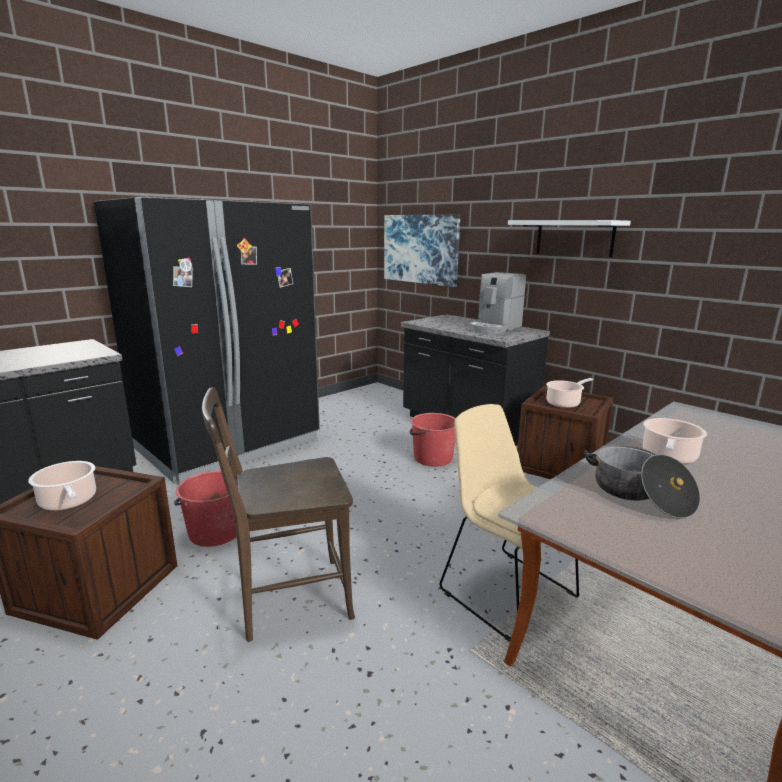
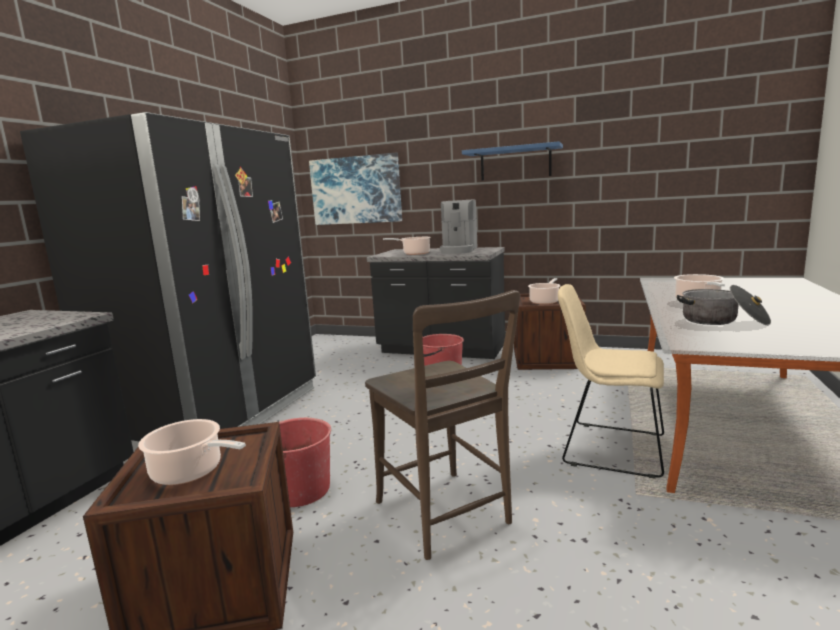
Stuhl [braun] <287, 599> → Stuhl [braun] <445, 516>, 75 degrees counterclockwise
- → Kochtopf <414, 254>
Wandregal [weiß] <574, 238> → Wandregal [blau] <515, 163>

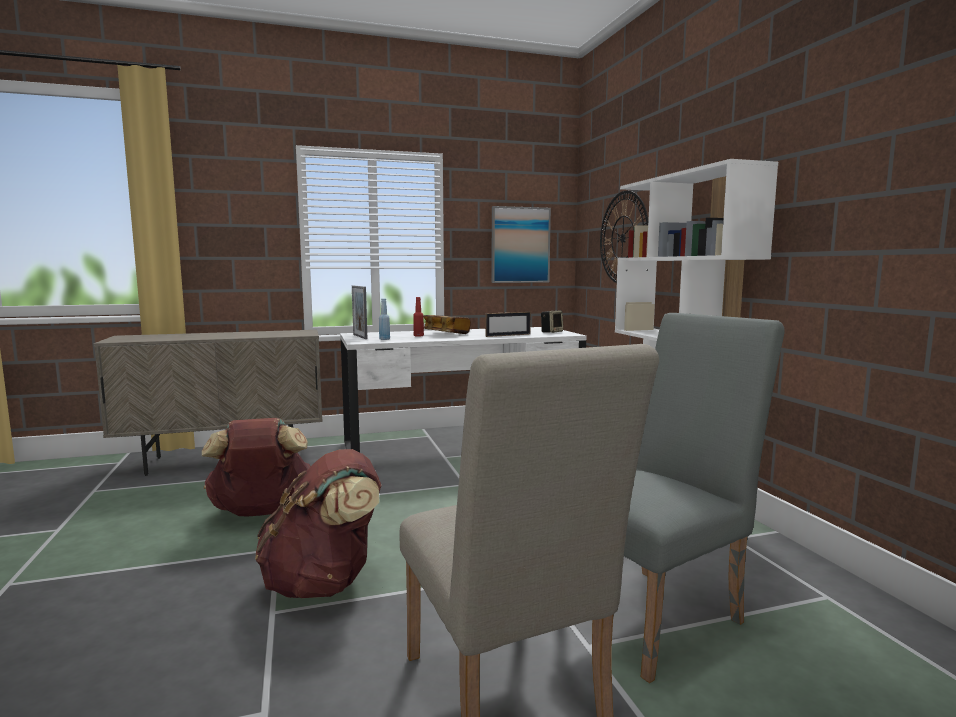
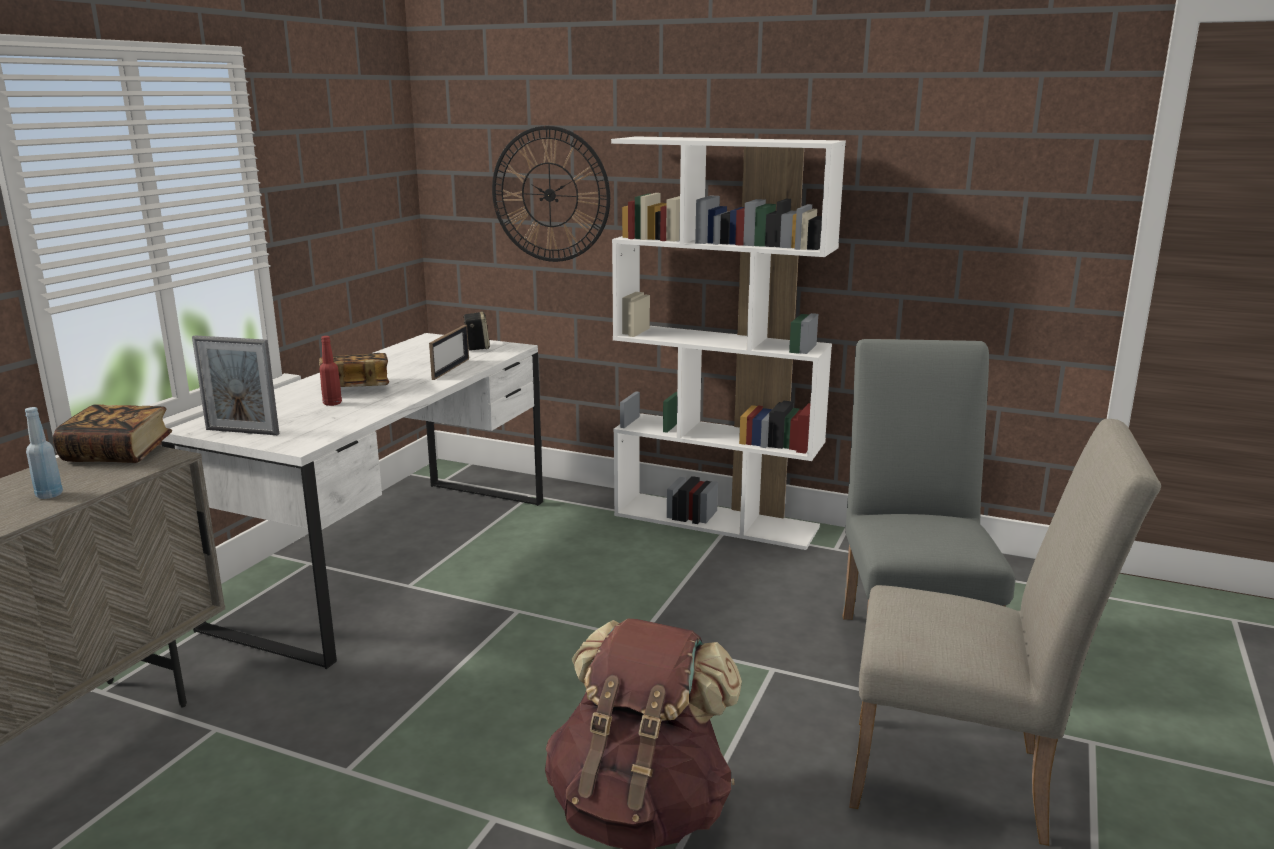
Flasche [blau] <384, 339> → Flasche [blau] <49, 495>, relocated
- → Buch <118, 453>
Rucksack [braun] <262, 512> → -
Bild <520, 245> → -

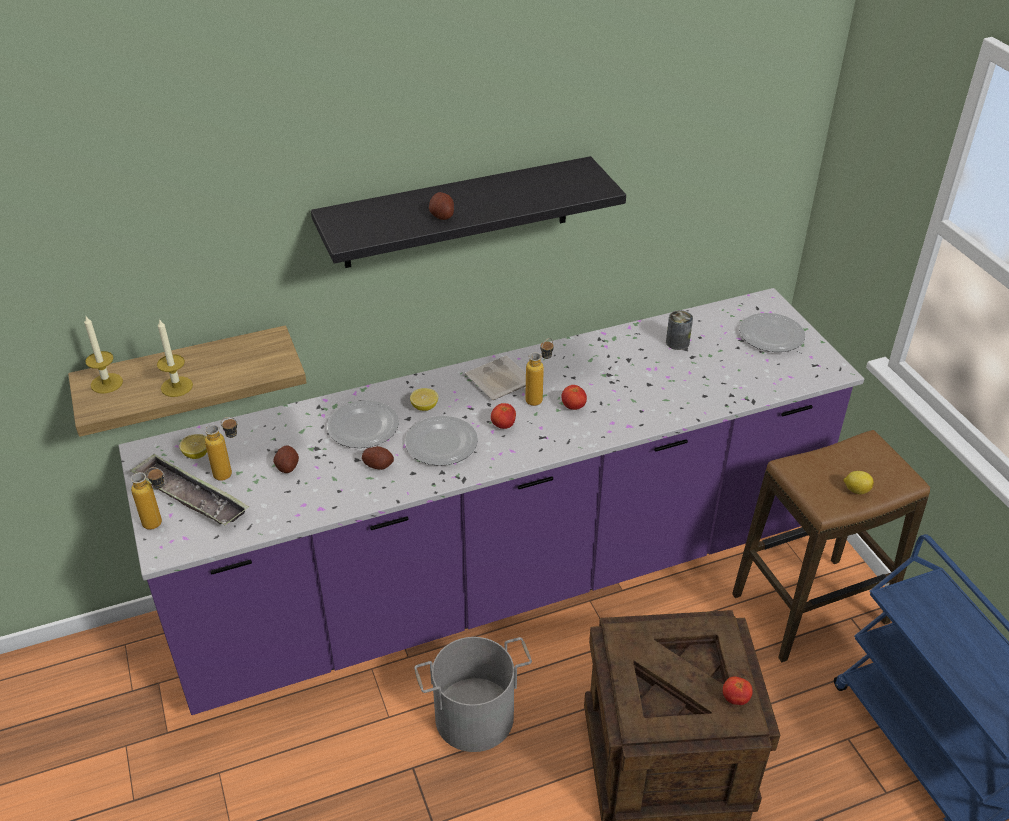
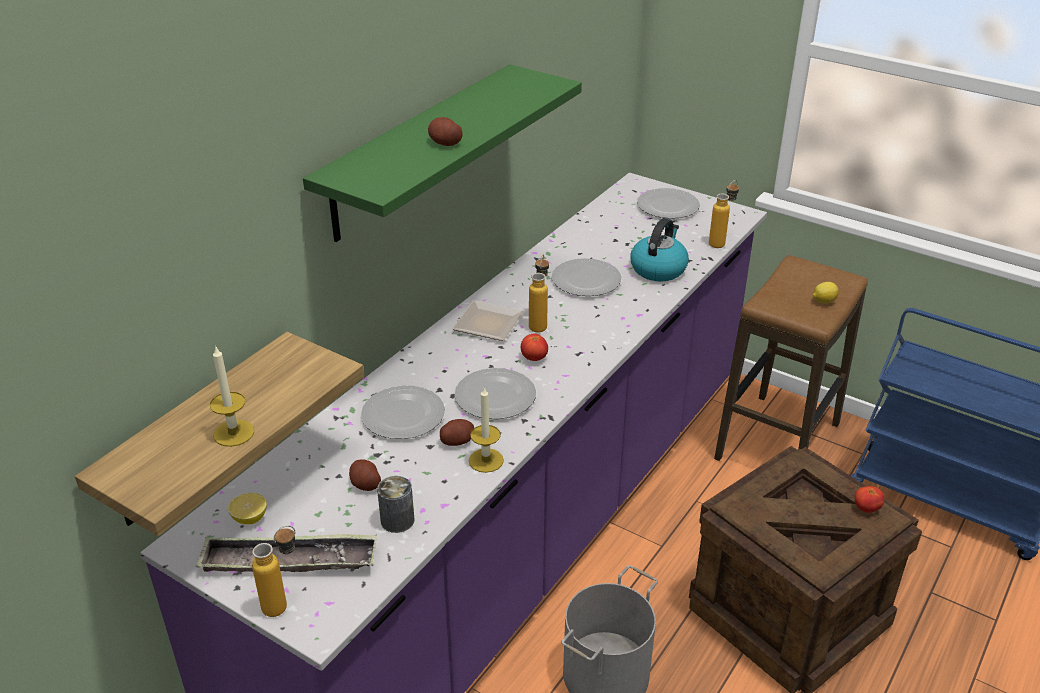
Wandregal [schwarz] <456, 213> → Wandregal [grün] <418, 151>
Dose <677, 342> → Dose <397, 520>, relocated
Kerze <106, 383> → Kerze <486, 460>, relocated
- → Teller <586, 280>
- → Wasserkessel <658, 268>
Flasche <230, 474> → Flasche <721, 242>, relocated
Zitrone <424, 407> → -
Tomate <573, 406> → -

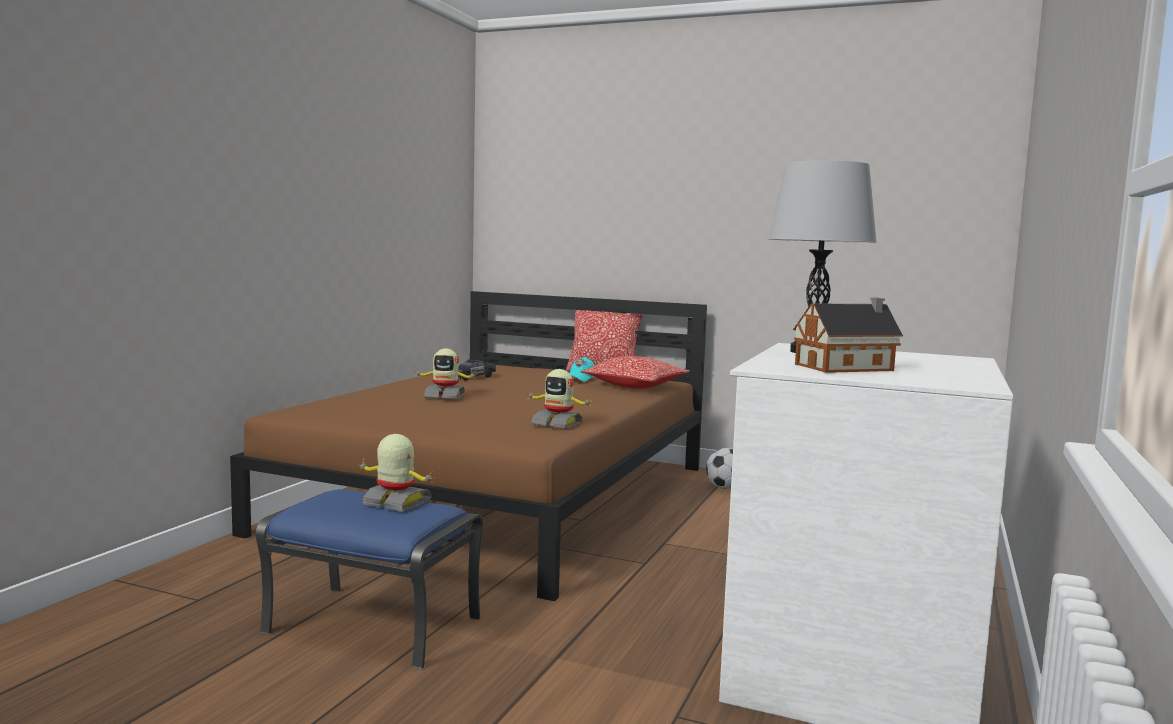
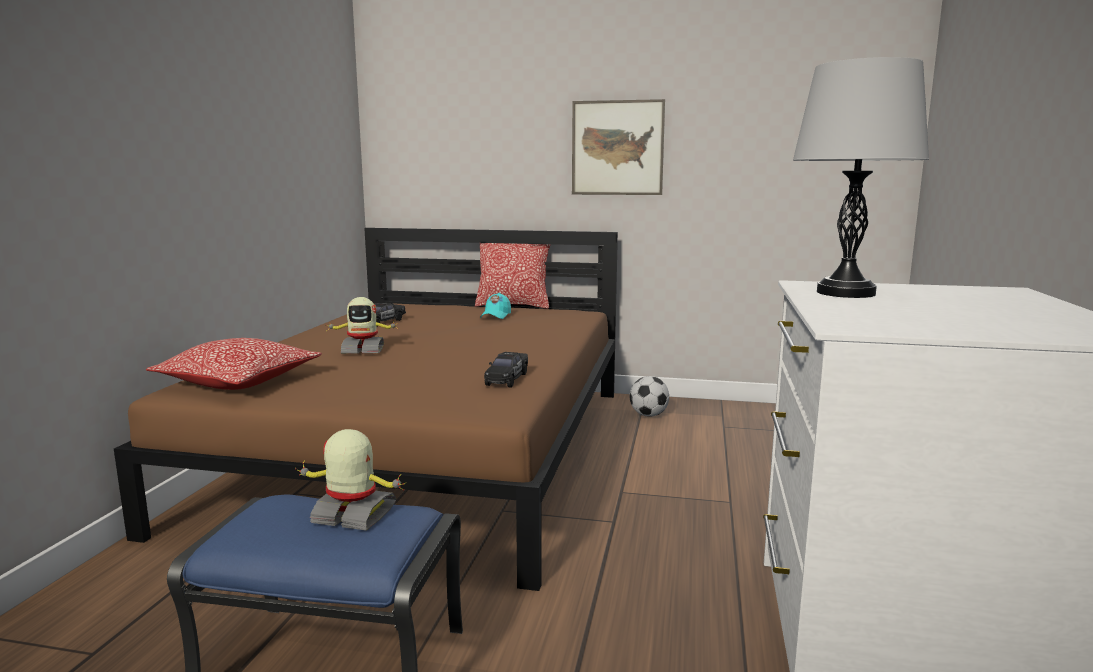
Kissen <635, 386> → Kissen <239, 382>, relocated
Spielzeugroboter <557, 424> → Spielzeugauto [schwarz] <507, 379>
- → Bild <617, 148>
Spielzeughaus <848, 367> → -

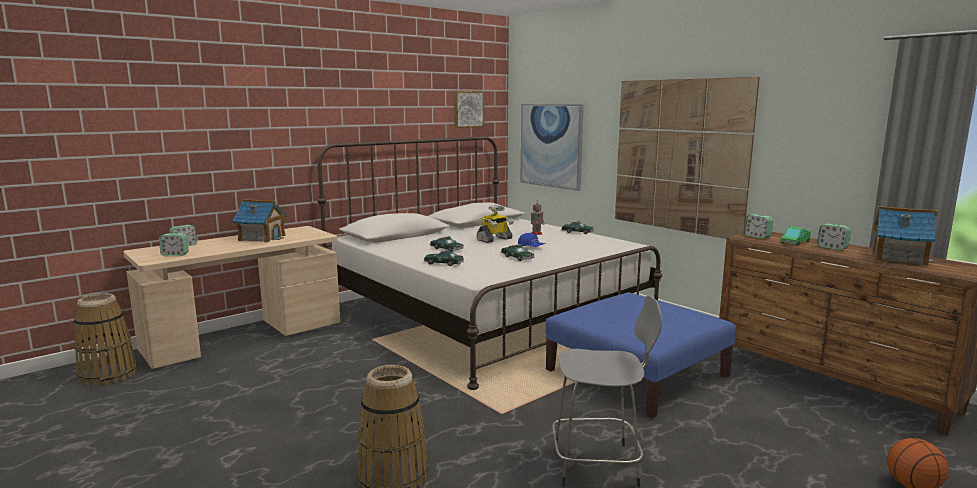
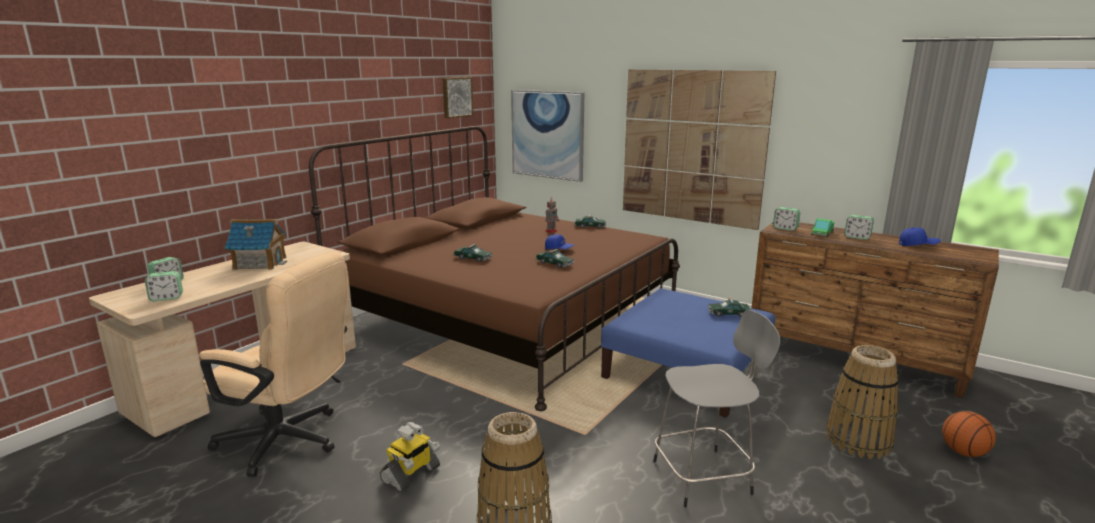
- → Bürostuhl [beige] <289, 442>
Bett [weiß] <486, 313> → Bett [braun] <507, 318>
Spielzeugroboter <494, 239> → Spielzeugroboter <411, 475>, relocated
Spielzeugauto <443, 263> → Spielzeugauto <729, 314>, relocated
Korb <108, 375> → Korb <858, 440>, relocated
Spielzeughaus <898, 258> → Kappe [blau] <917, 245>

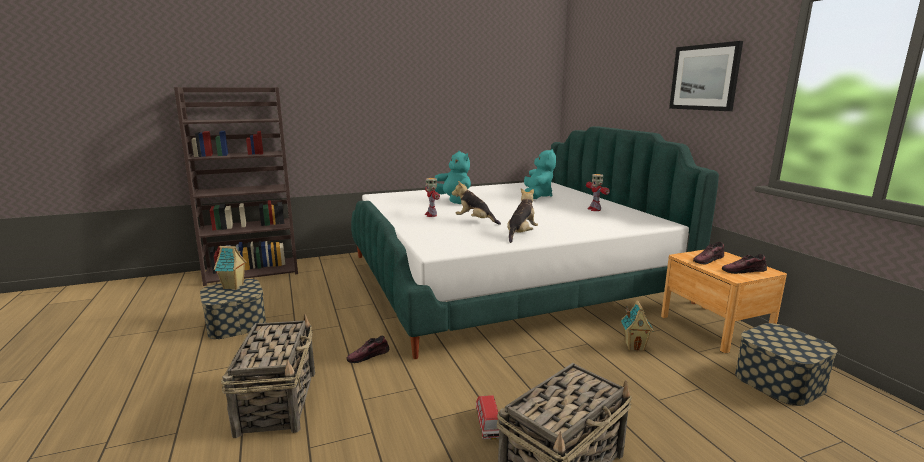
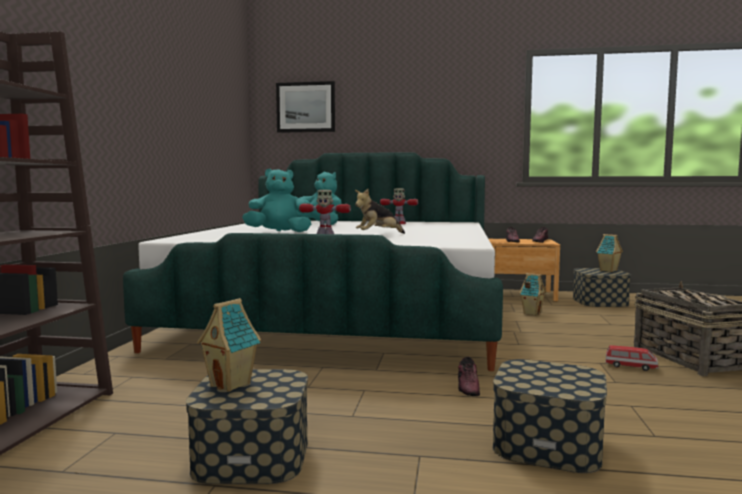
Bild <704, 77> → Bild <305, 107>, relocated
Korb <278, 401> → Aufbewahrungsbox <547, 443>
- → Spielzeughaus <608, 270>
Plüschtier <521, 234> → -

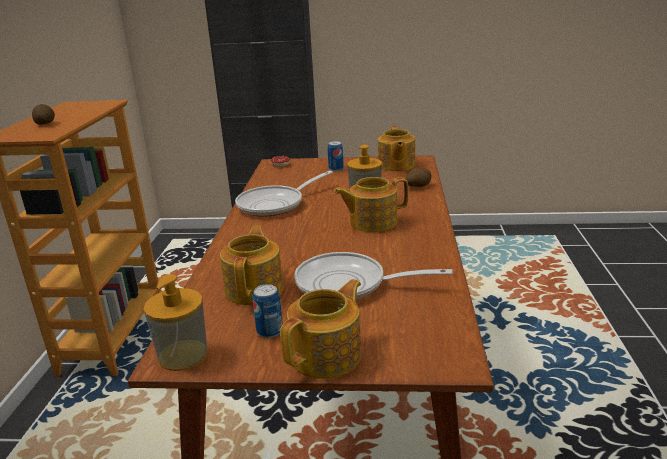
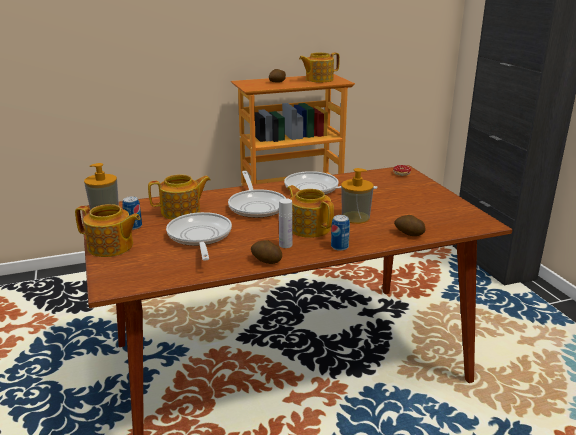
- → Pfanne <256, 206>
- → Kartoffel <266, 261>
- → Flasche [weiß] <285, 245>
Teekanne <396, 165> → Teekanne <318, 79>, relocated
Dose <336, 169> → Dose <339, 247>, relocated

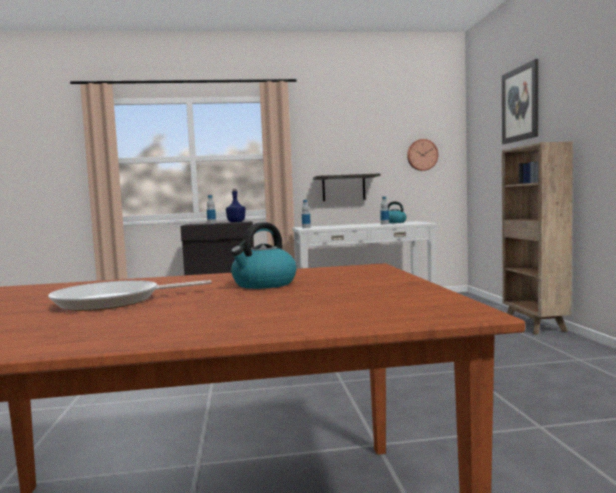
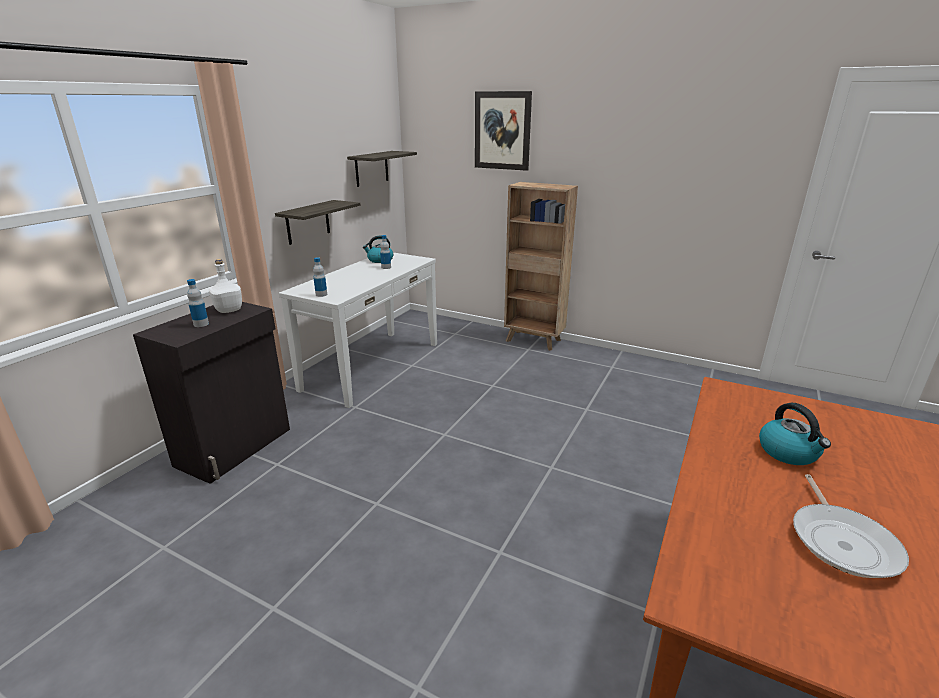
Flasche [blau] <236, 222> → Flasche [weiß] <229, 310>
Wanduhr <422, 155> → Wandregal <371, 168>

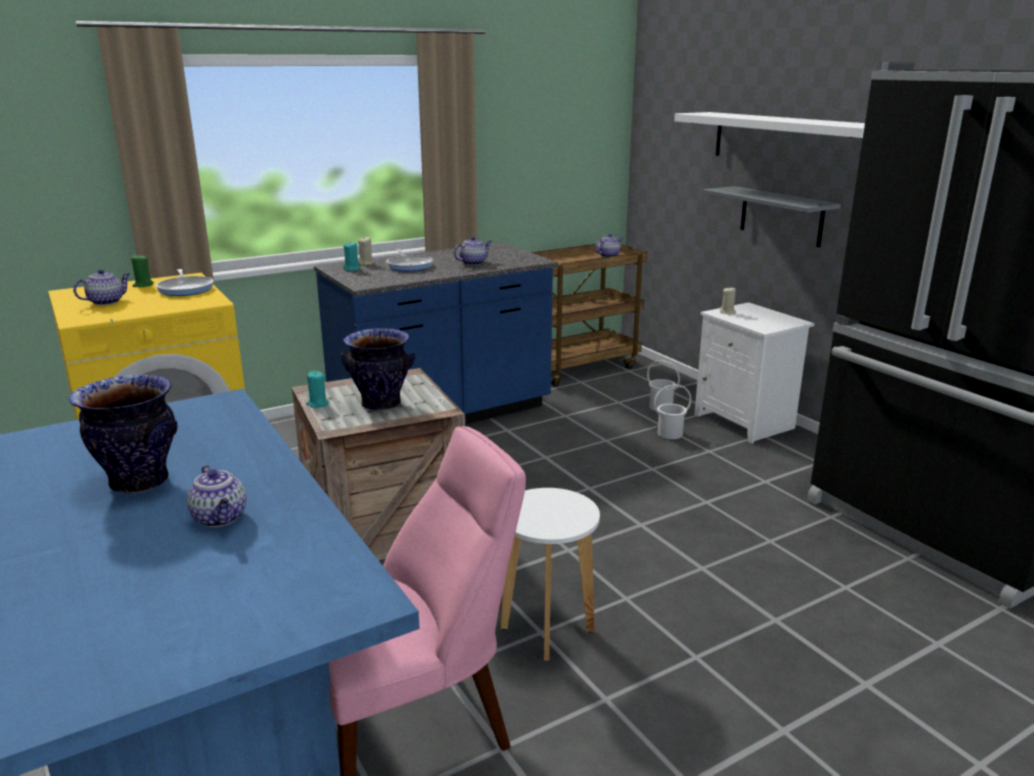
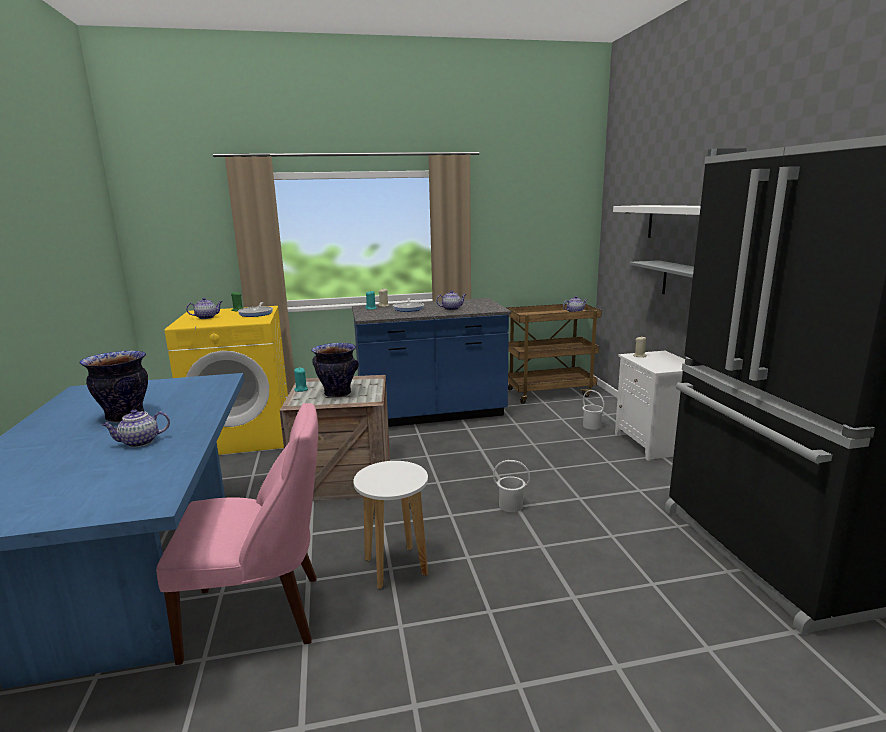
Teekanne <221, 518> → Teekanne <139, 442>, 75 degrees clockwise
Eimer [weiß] <669, 433> → Eimer [weiß] <510, 505>, relocated

